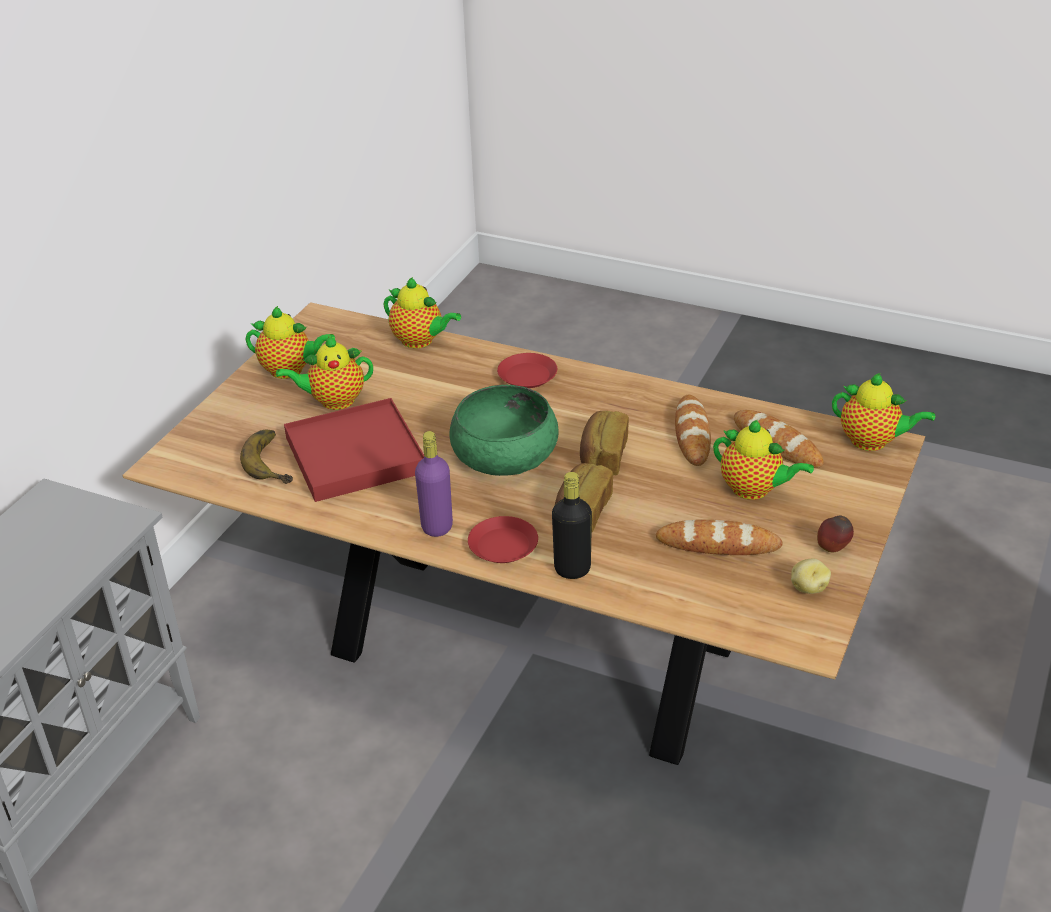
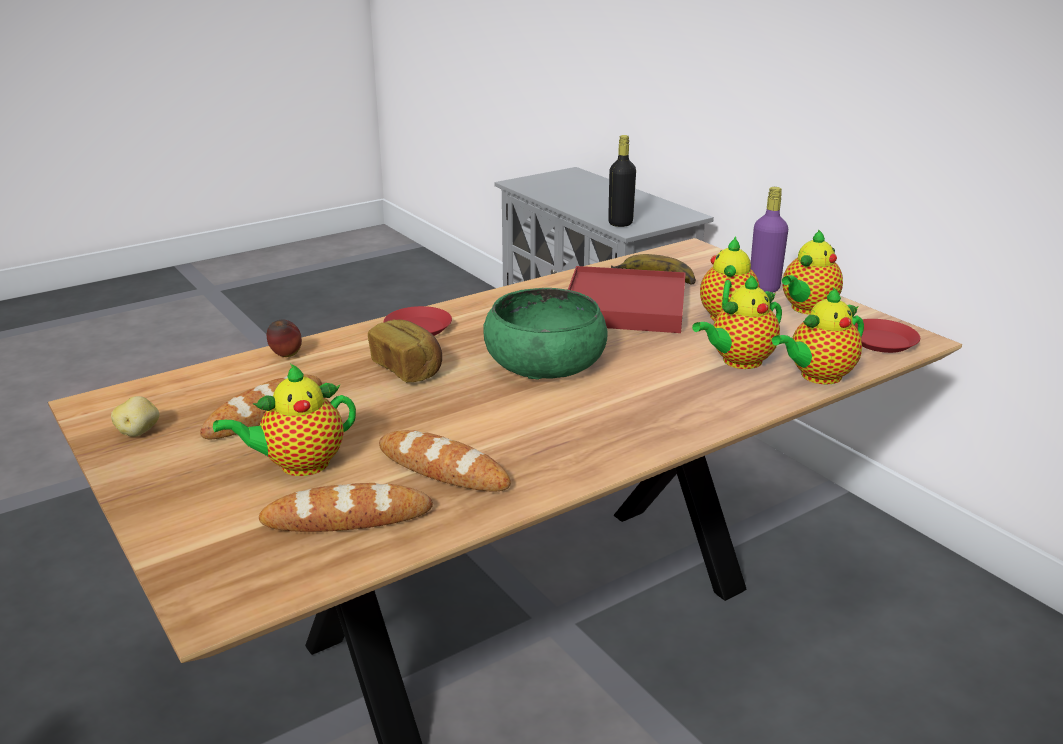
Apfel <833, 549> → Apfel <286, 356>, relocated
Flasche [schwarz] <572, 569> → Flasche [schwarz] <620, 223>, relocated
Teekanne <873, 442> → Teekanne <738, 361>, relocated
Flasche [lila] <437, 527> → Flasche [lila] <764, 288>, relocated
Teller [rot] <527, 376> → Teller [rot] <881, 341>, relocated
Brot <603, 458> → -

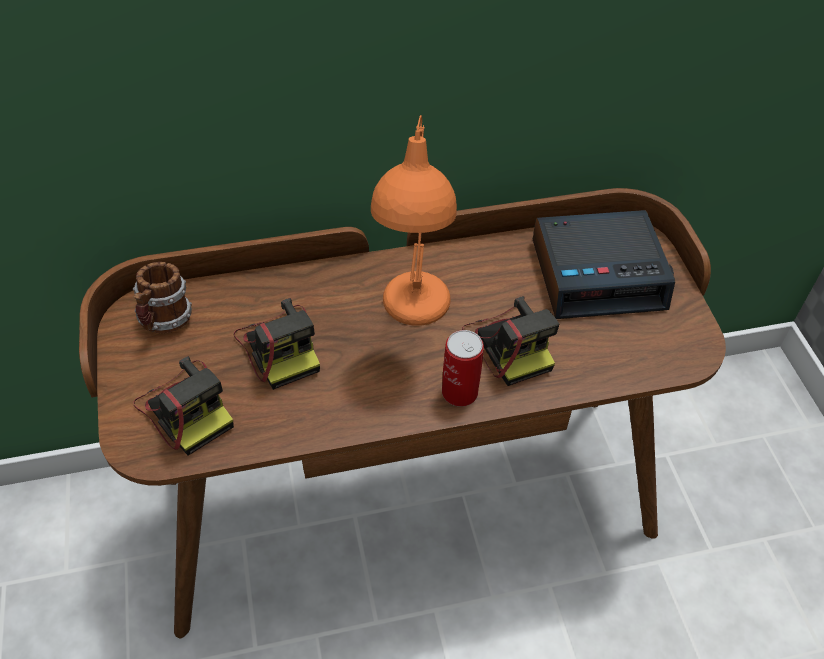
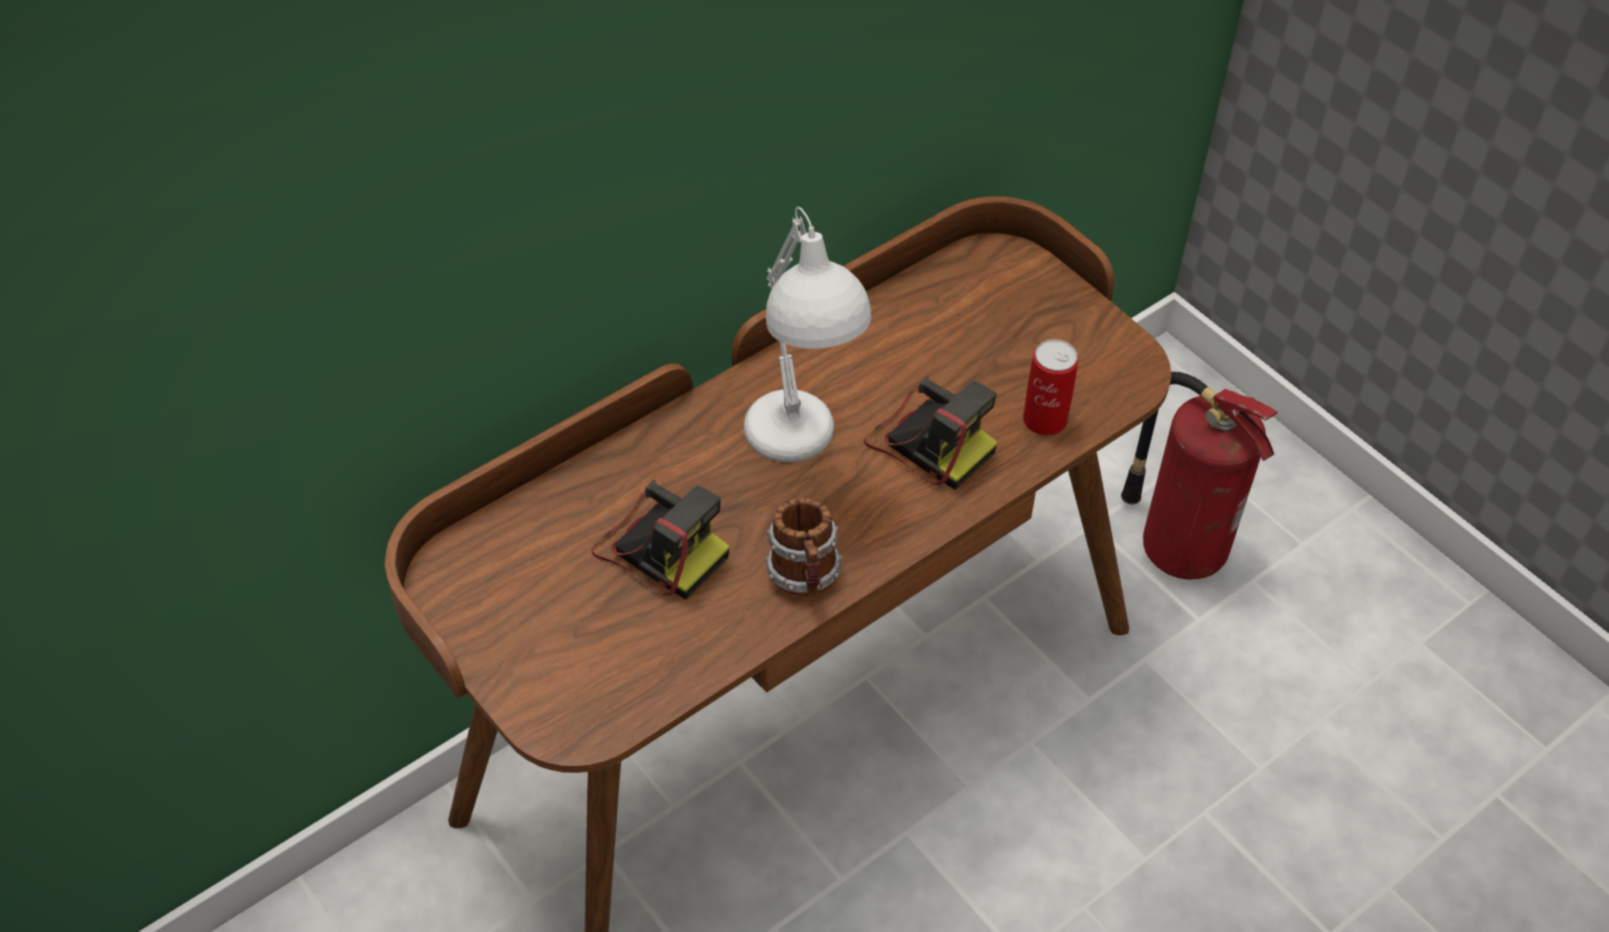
Tischlampe [orange] <412, 321> → Tischlampe [weiß] <799, 456>
Henkelbecher <165, 321> → Henkelbecher <805, 577>, relocated
Dose <459, 392> → Dose <1044, 420>, relocated
- → Feuerlöscher <1179, 546>
Kamera <186, 408> → -
Wecker <598, 274> → -

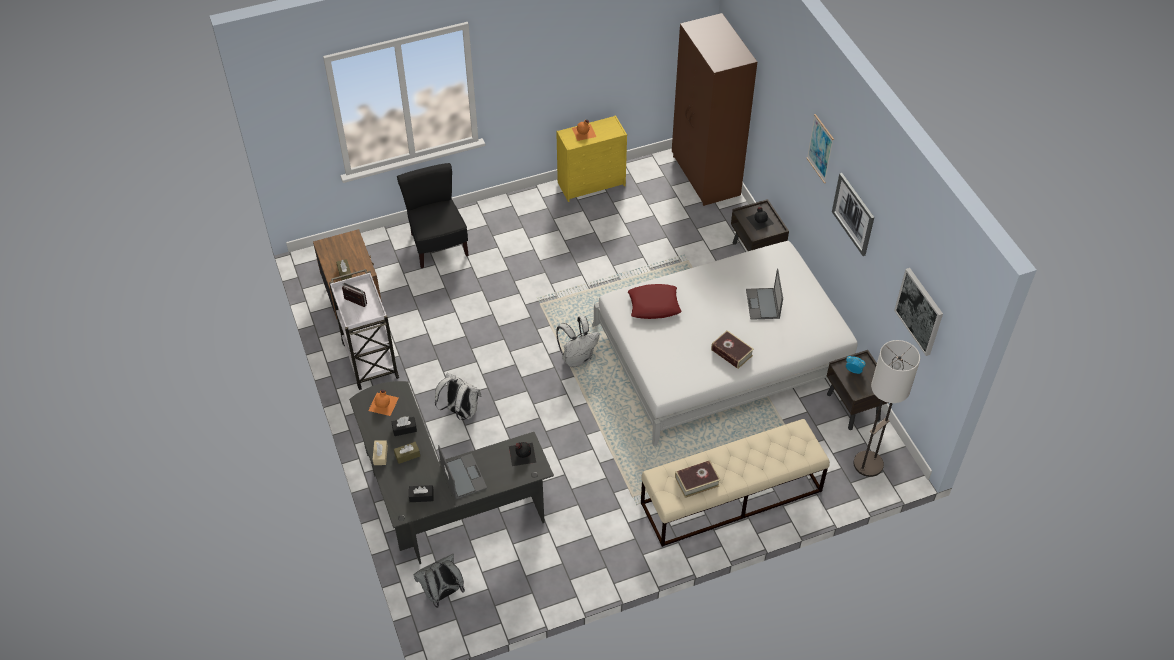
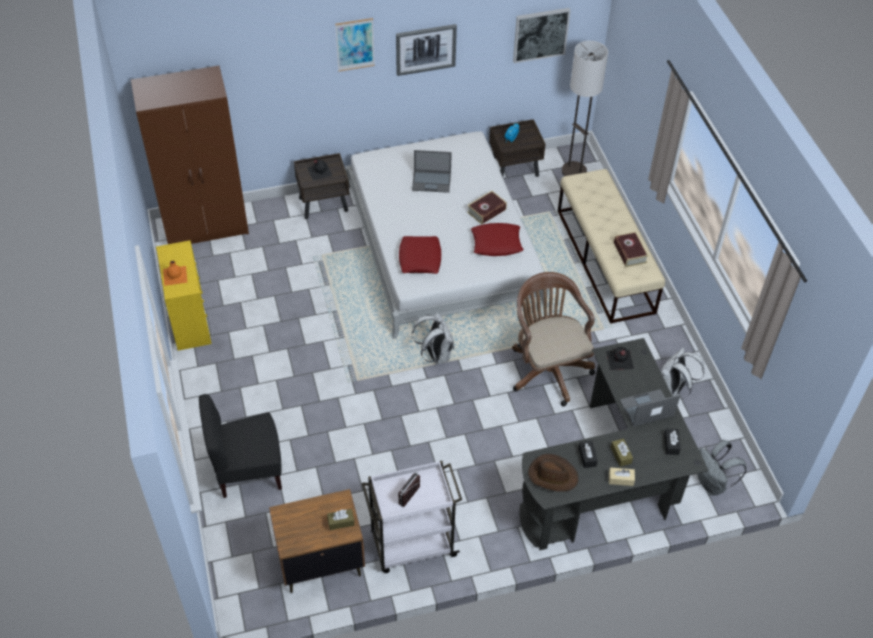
- → Kissen [rot] <496, 243>
- → Bürostuhl [braun] <547, 368>
Flasche [orange] <384, 403> → Hut [braun] <552, 475>
Rucksack [weiß] <460, 412> → Rucksack [weiß] <673, 389>, relocated

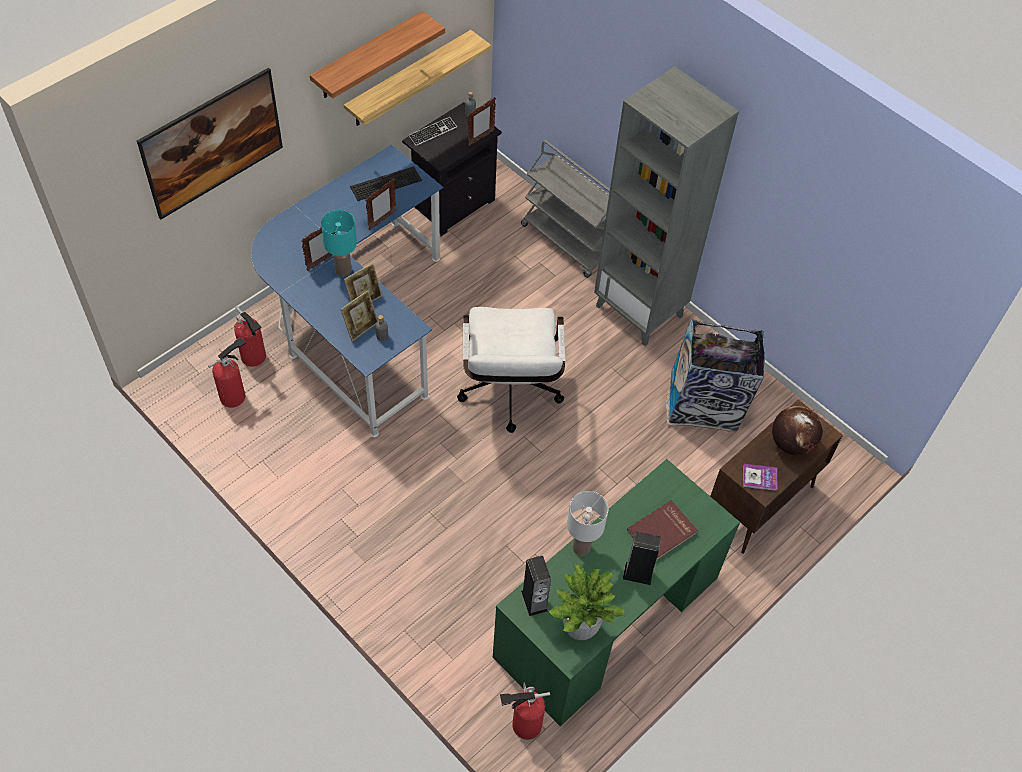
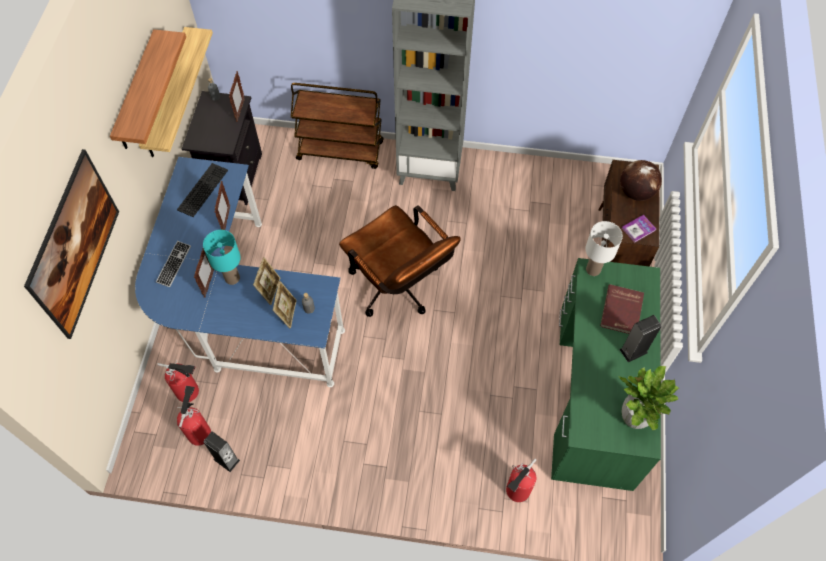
Tastatur <432, 132> → Tastatur <174, 264>, relocated
Lautsprecher <534, 601> → Lautsprecher <226, 460>, relocated
Rollwagen [grau] <569, 242> → Rollwagen [braun] <341, 151>
Bürostuhl [weiß] <509, 396> → Bürostuhl [braun] <399, 288>
Feuerlöscher <523, 725> → Feuerlöscher <516, 492>, relocated
Tischlampe [weiß] <580, 547> → Tischlampe [weiß] <593, 270>, relocated
Mülleimer <705, 404> → -

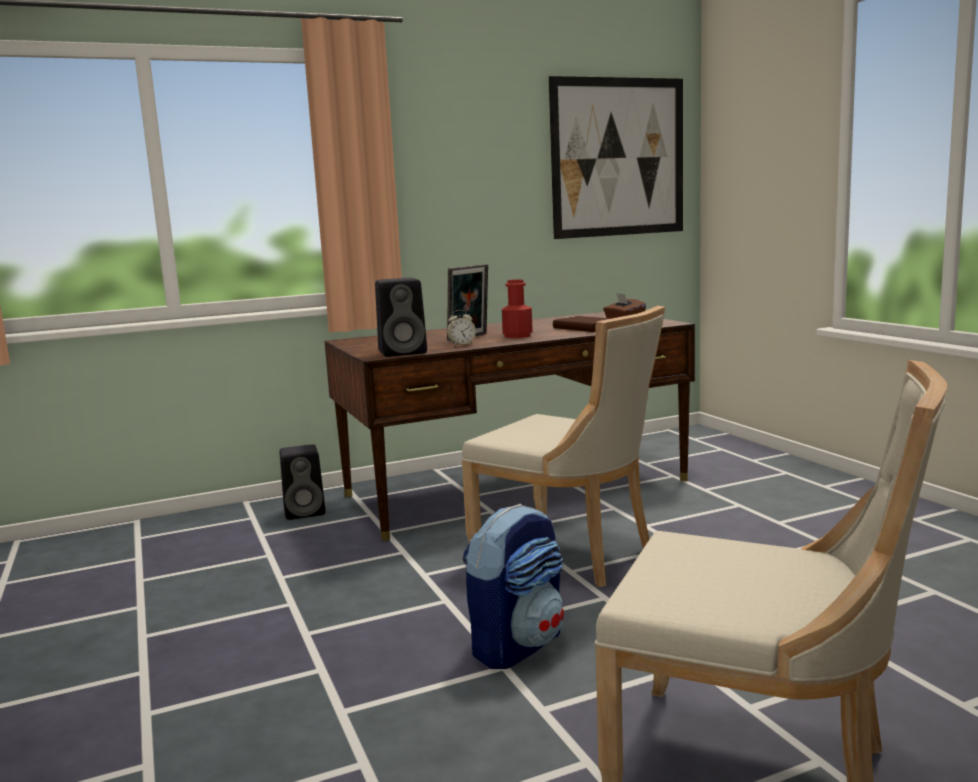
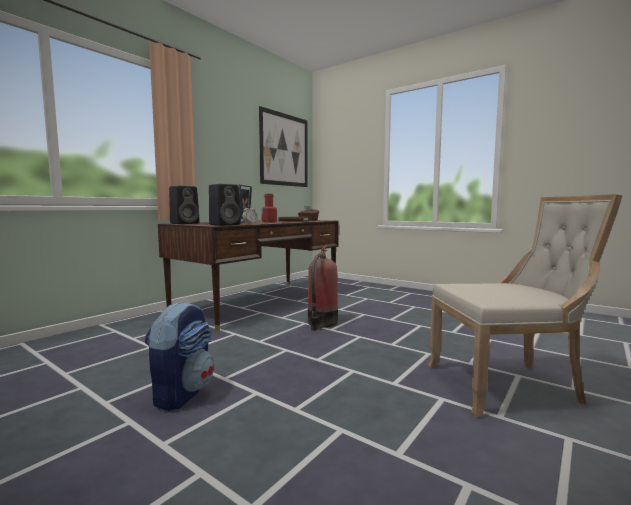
Rucksack <517, 645> → Rucksack <182, 393>, relocated
Lautsprecher [schwarz] <306, 512> → Lautsprecher [schwarz] <185, 223>, relocated
Stuhl [beige] <570, 554> → Feuerlöscher <321, 323>

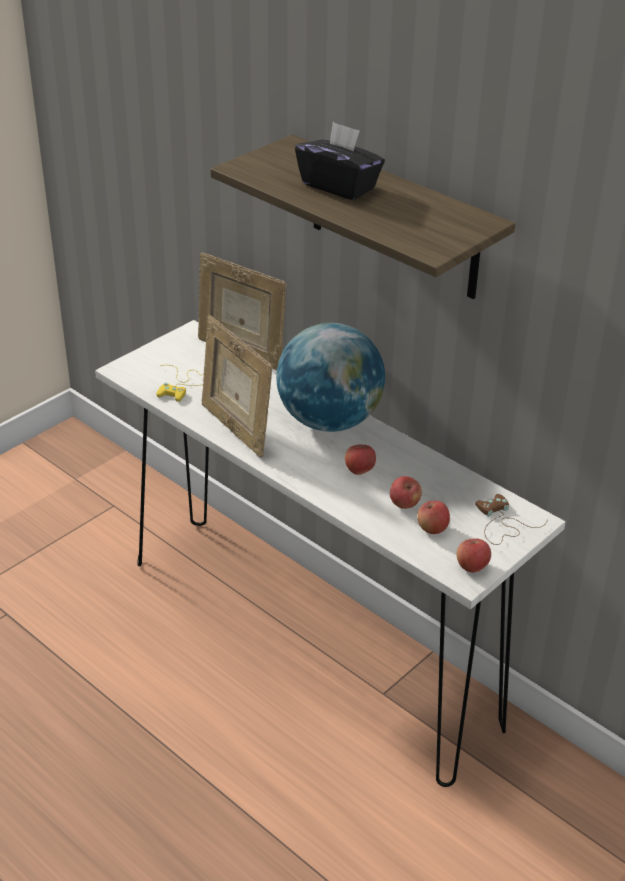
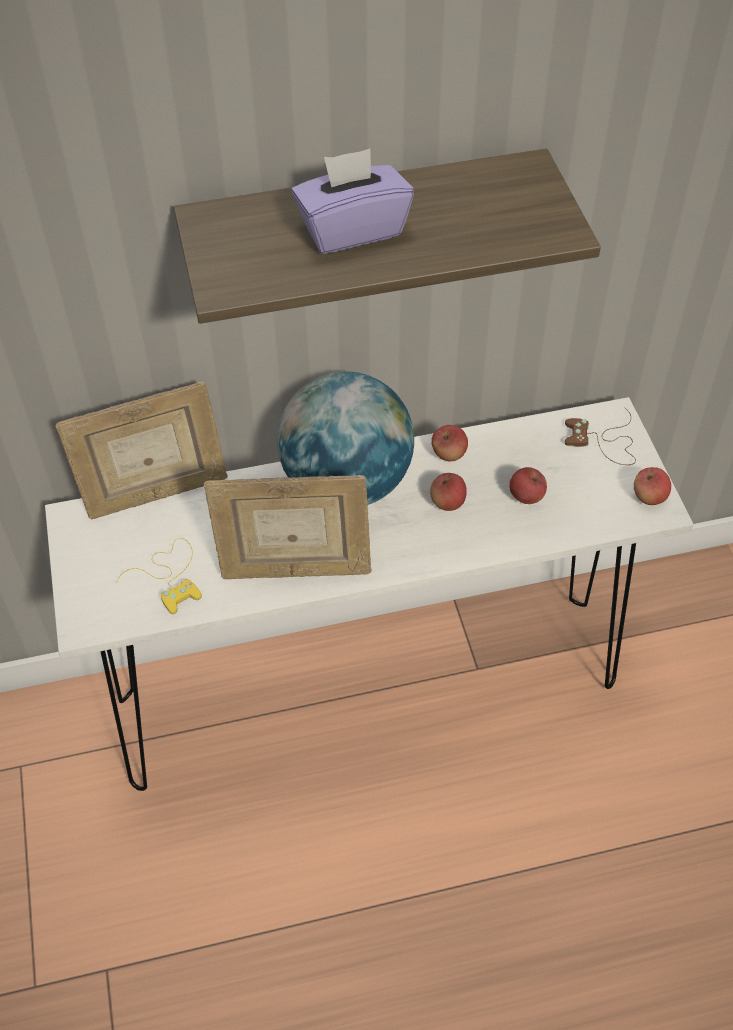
Taschentuchbox [schwarz] <339, 186> → Taschentuchbox [lila] <352, 229>
Apfel <432, 529> → Apfel <449, 454>, relocated

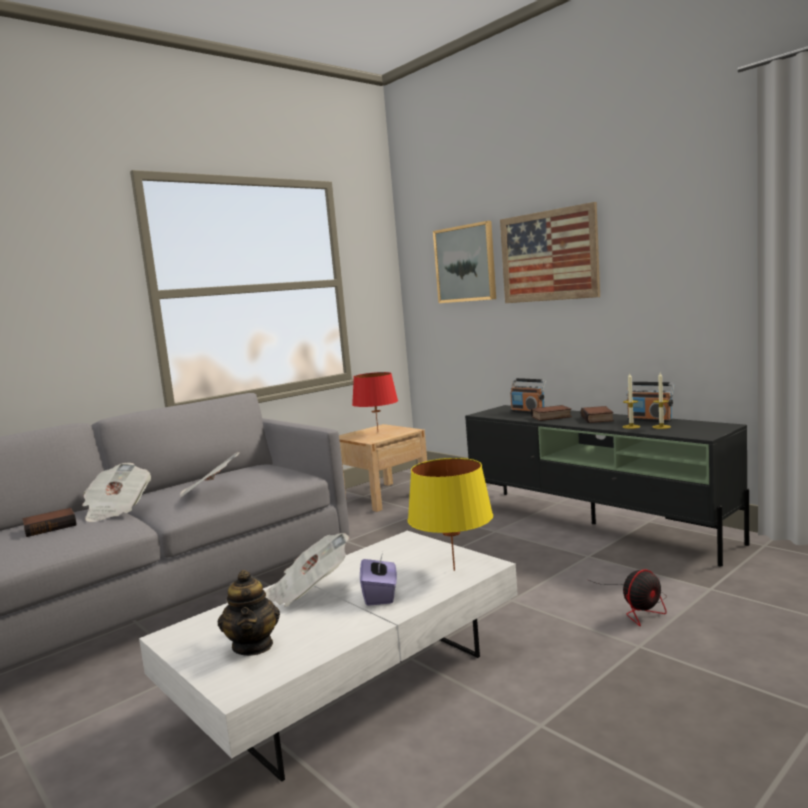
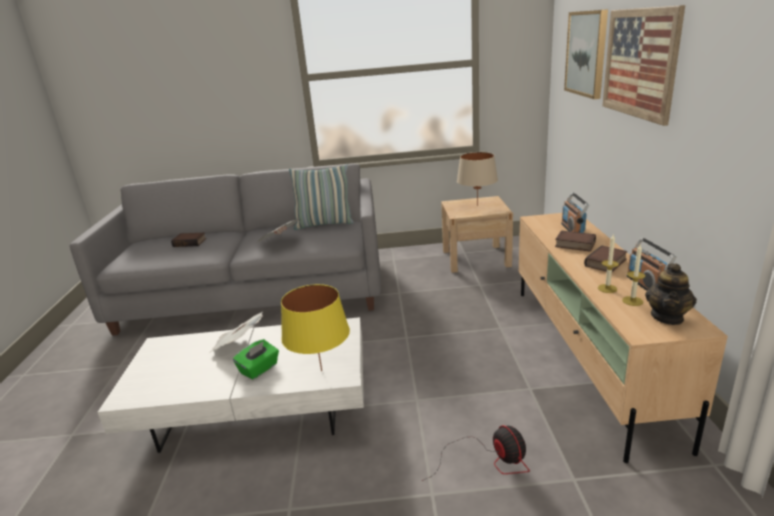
Taschentuchbox [lila] <380, 595> → Taschentuchbox [grün] <259, 369>
- → Kissen <324, 224>
Ventilator <639, 607> → Ventilator <488, 460>, 120 degrees counterclockwise
Tischlampe [rot] <378, 432> → Tischlampe [beige] <477, 205>
Fernsehschrank [schwarz] <594, 524> → Fernsehschrank [beige] <588, 357>
Teekanne <253, 646> → Teekanne <667, 317>, relocated
Zeitung <116, 510> → -

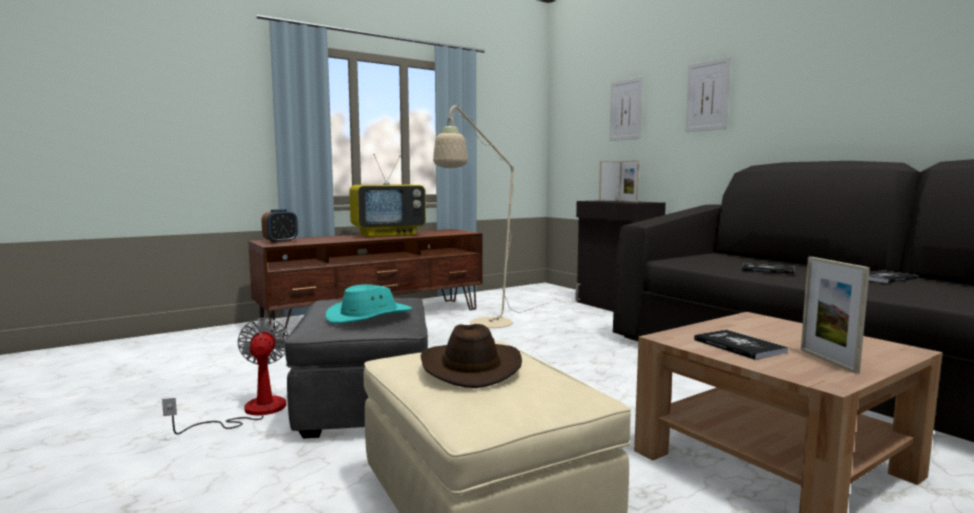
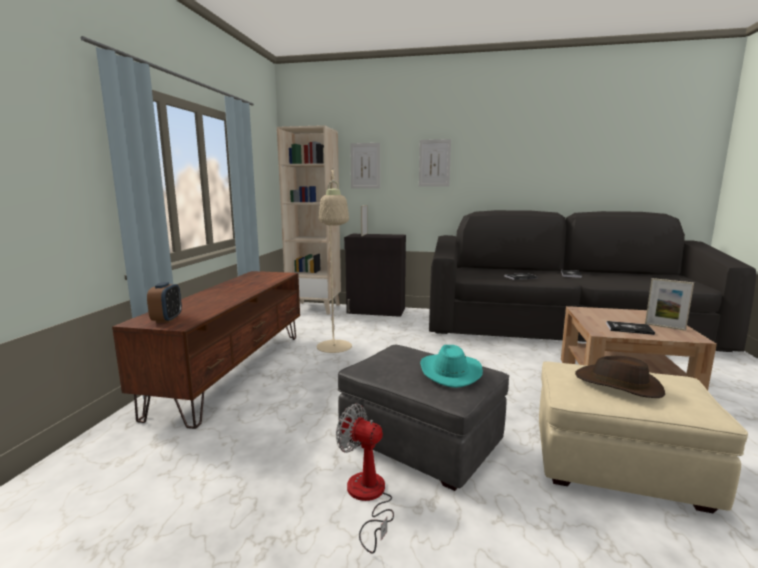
- → Bücherregal [beige] <315, 308>
Fernseher <388, 234> → -
Bilderrahmen <628, 201> → -

